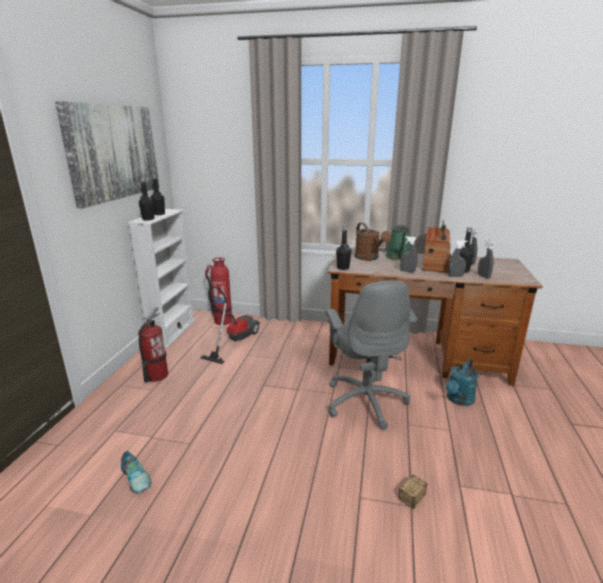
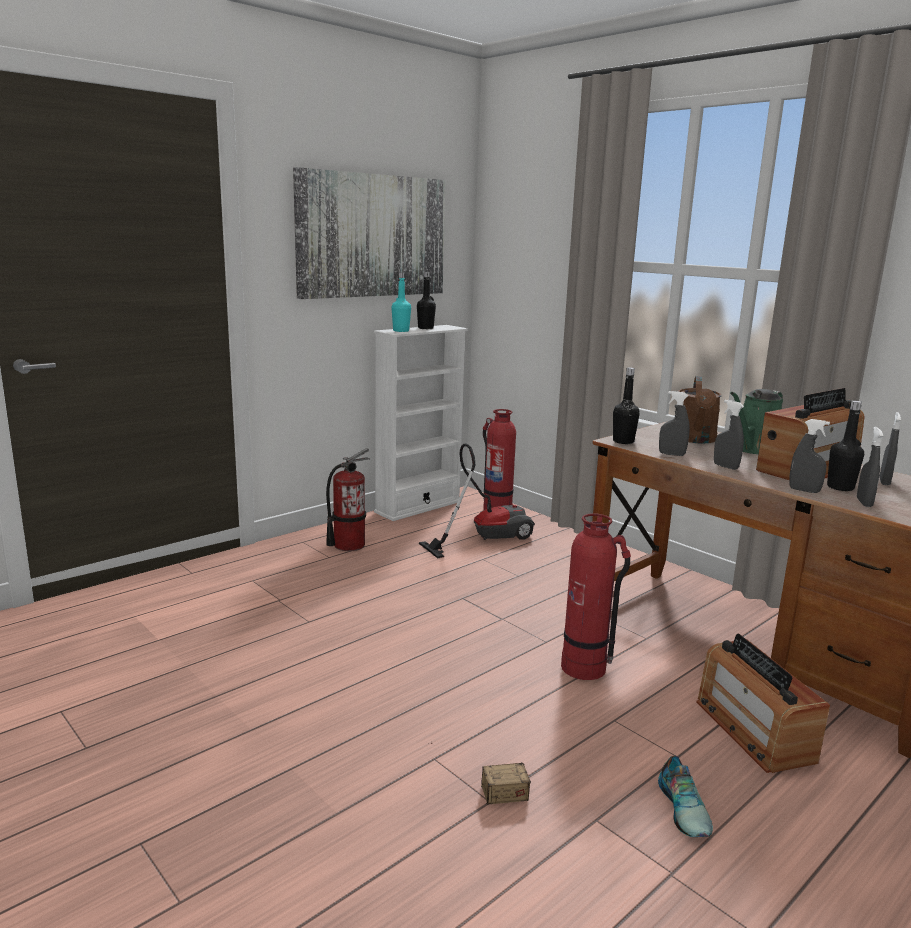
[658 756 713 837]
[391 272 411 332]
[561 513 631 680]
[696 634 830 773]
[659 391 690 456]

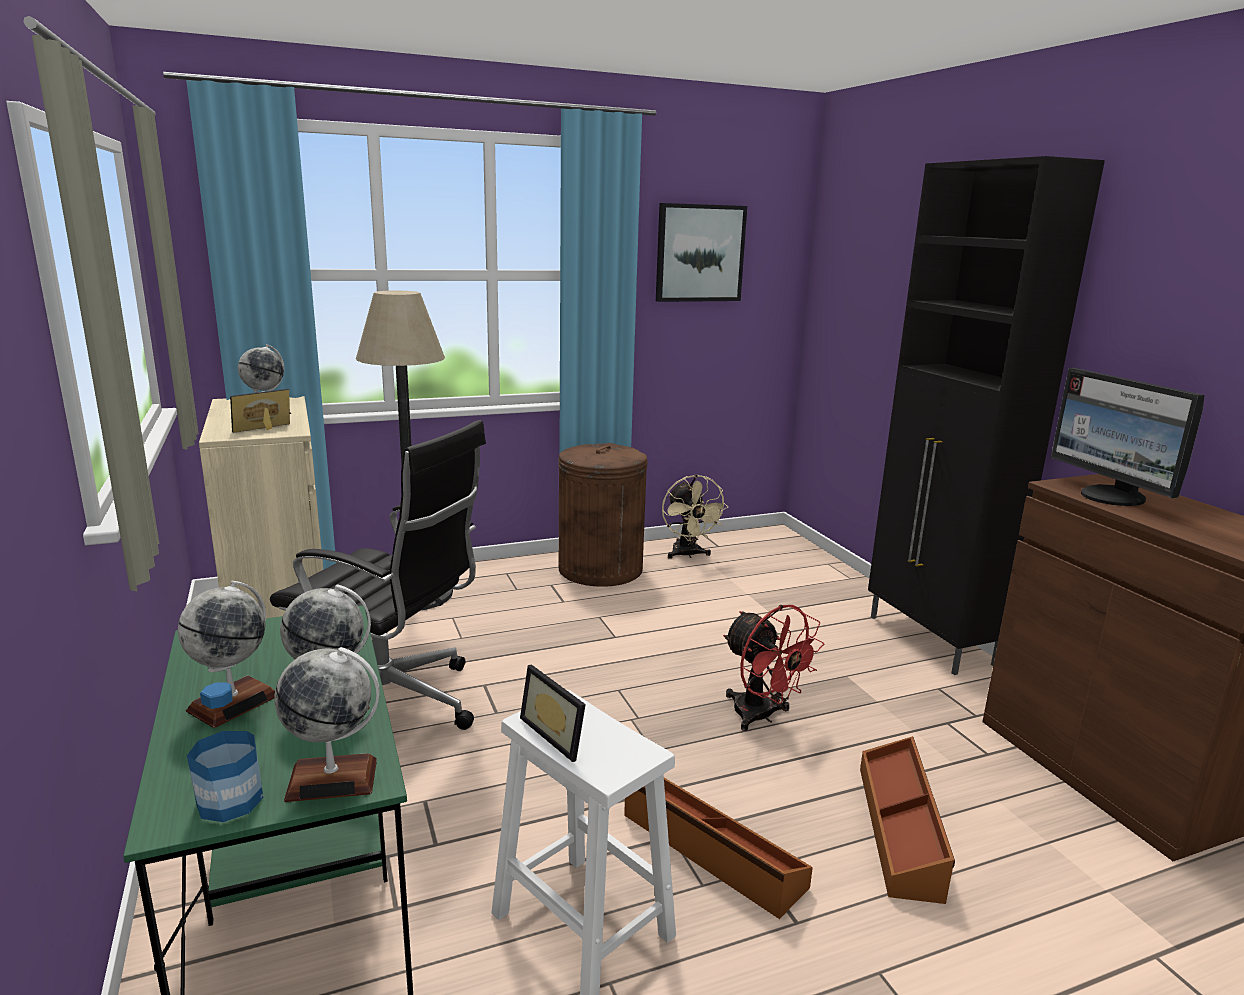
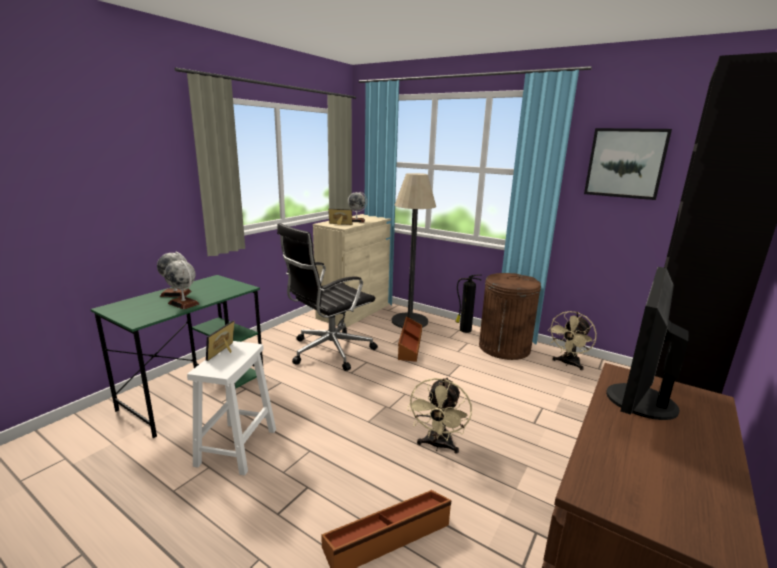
[187 682 263 822] (first image)
[277 223 378 371]
[274 647 380 802] (first image)
[398 316 422 362]
[407 377 472 454]
[455 274 482 333]

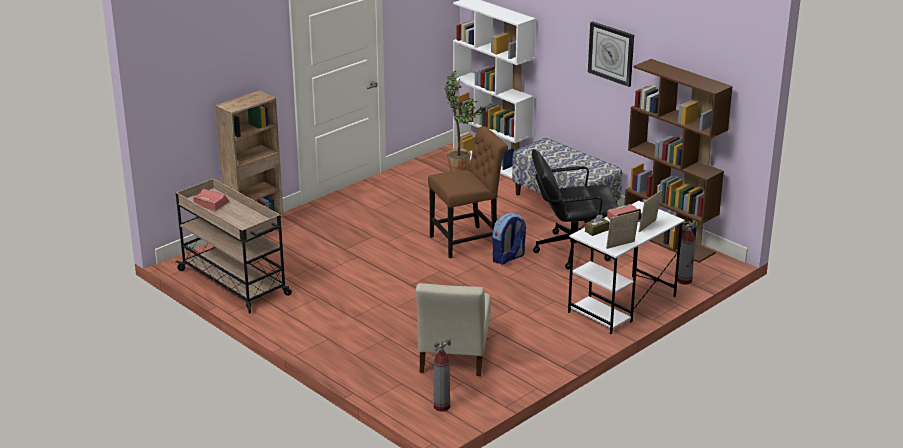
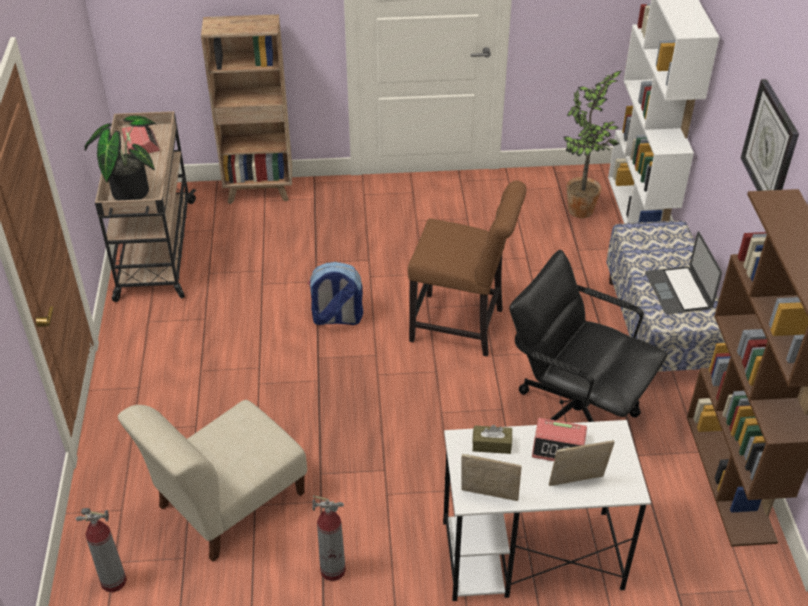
[308 262 363 325]
[312 495 346 581]
[85 116 156 201]
[645 231 722 314]

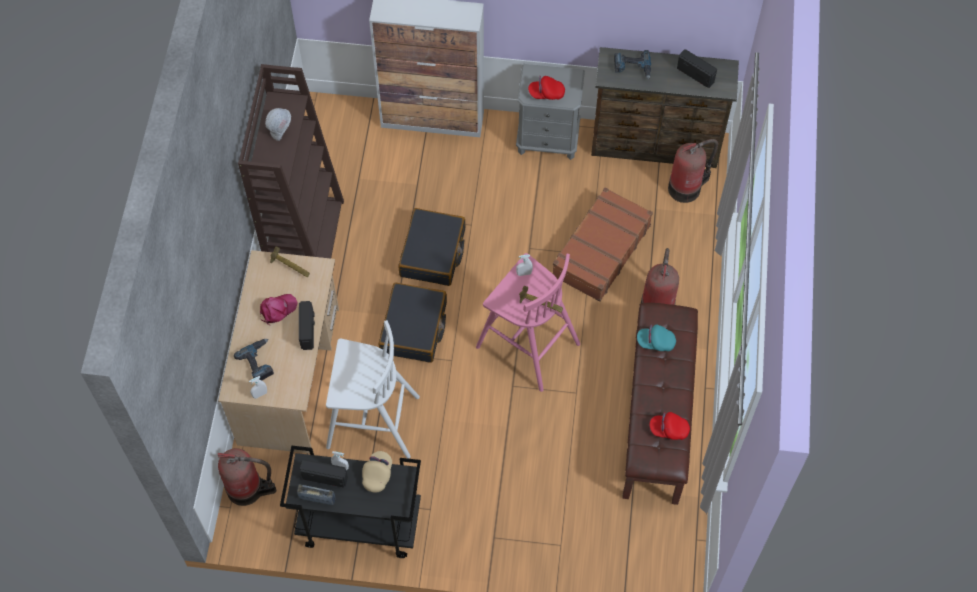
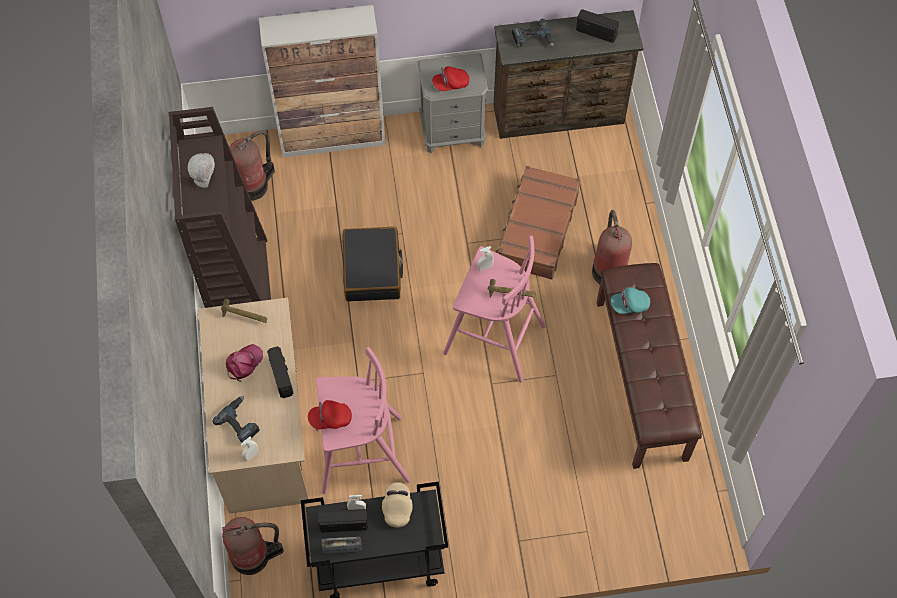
[315 347 411 494]
[379 283 447 363] (first image)
[308 400 352 429]
[229 130 275 201]

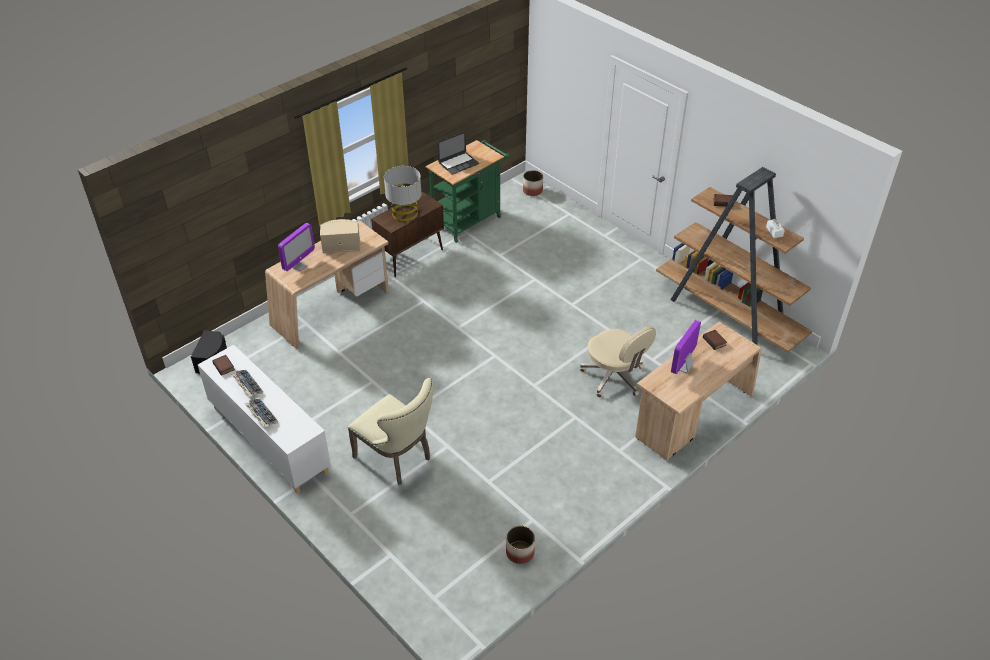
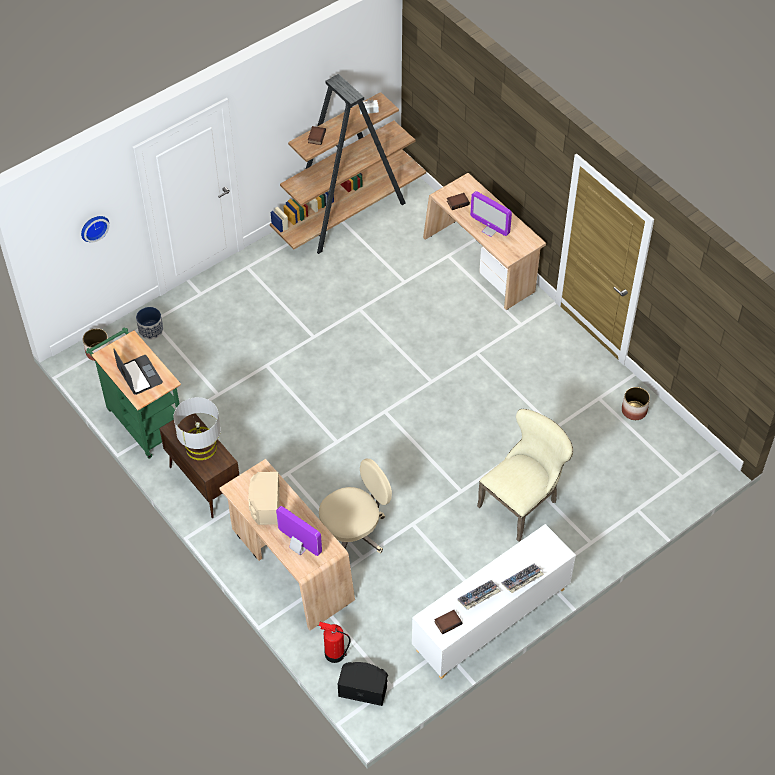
[319 459 392 553]
[81 216 109 243]
[136 307 164 340]
[319 622 350 663]

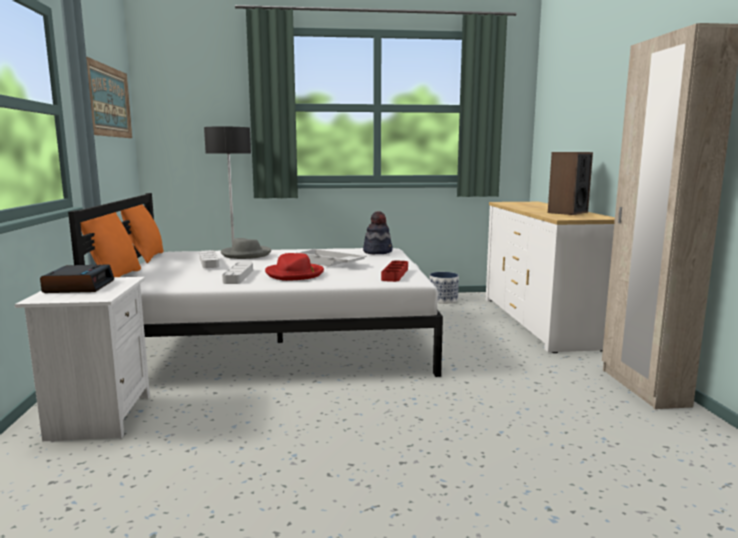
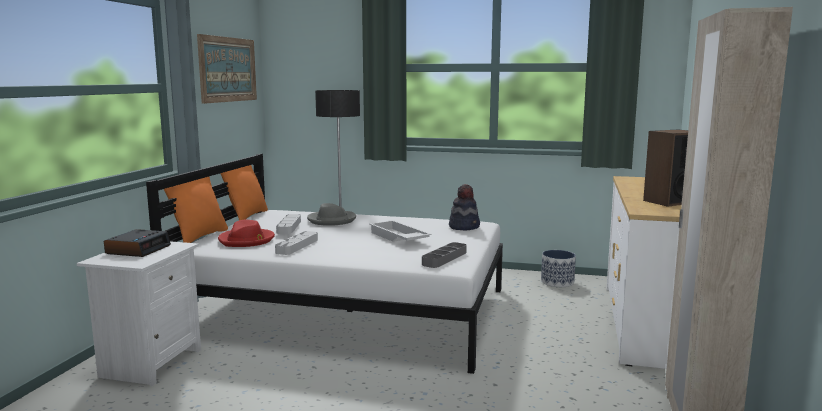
[218 220 275 247]
[422 242 467 268]

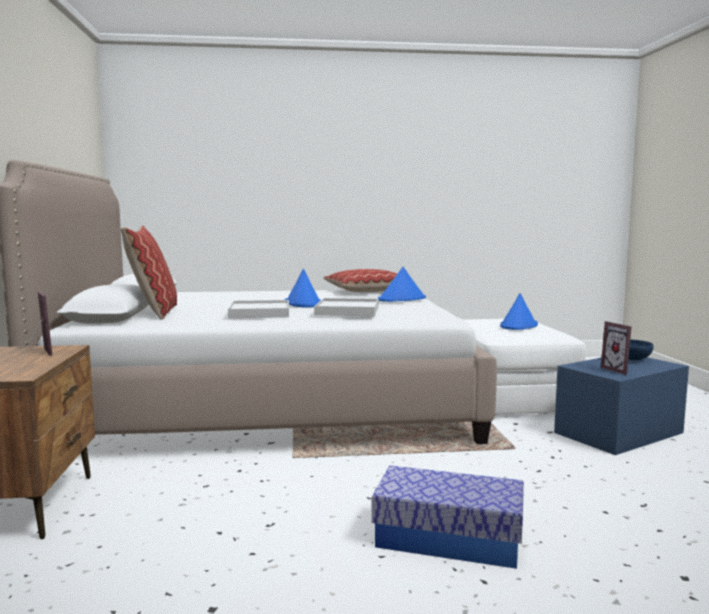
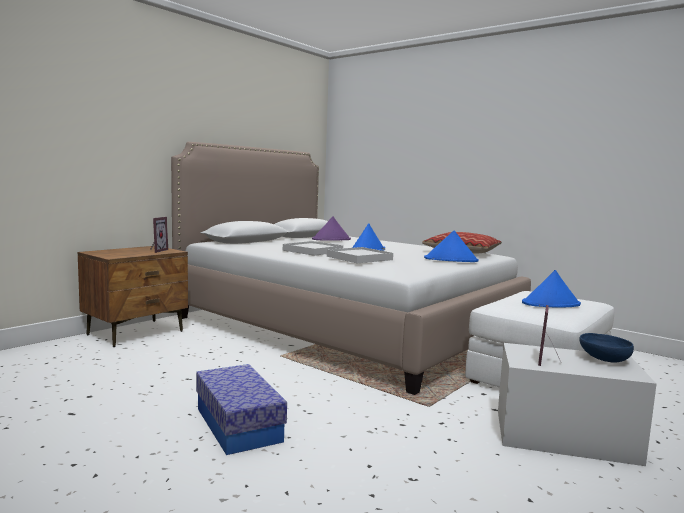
[121 225 177 320] (first image)
[498 343 657 466]
[312 216 351 241]

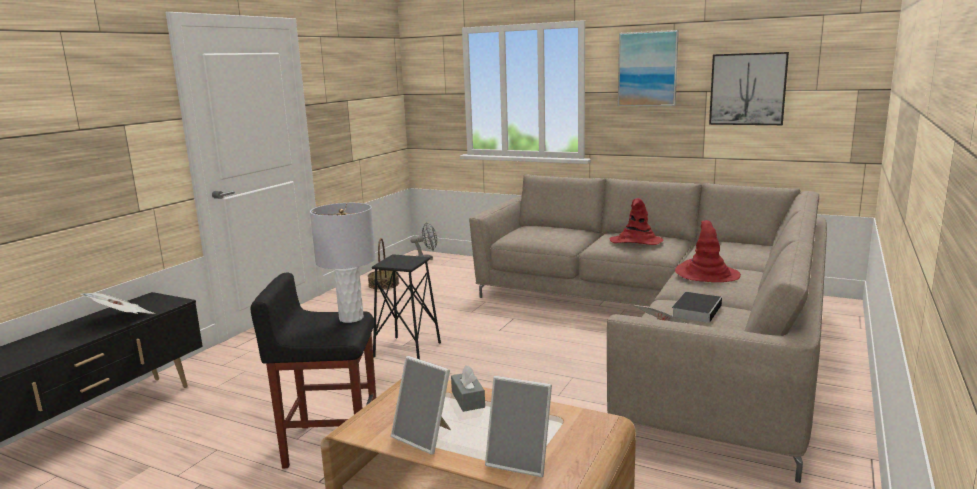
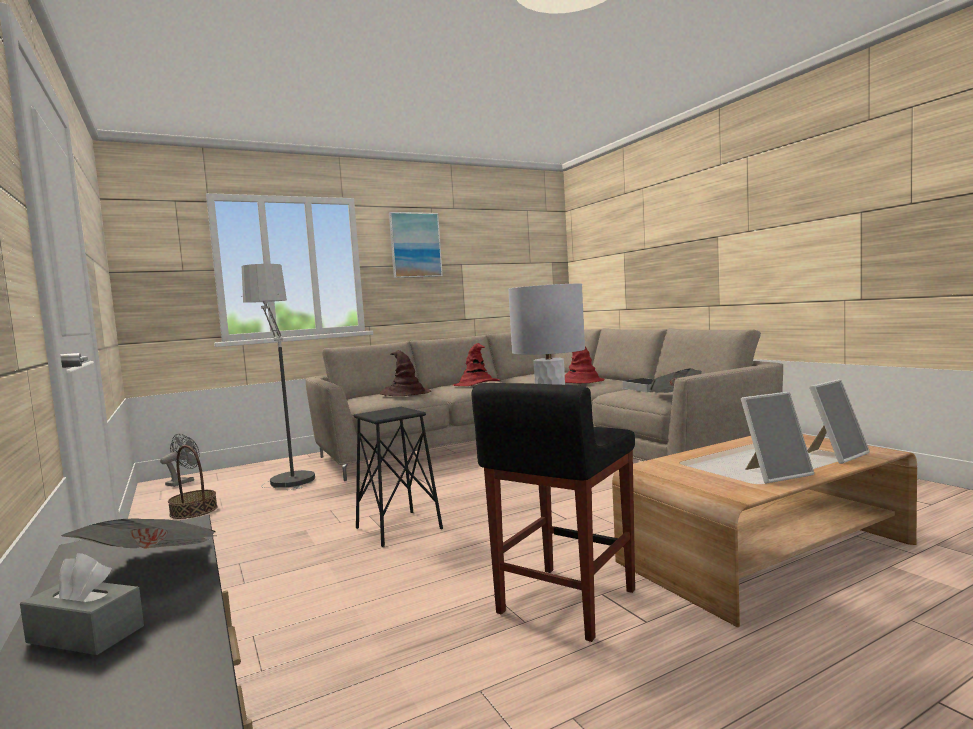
[20 553 144 655]
[709 52 789 125] (first image)
[242 264 315 490]
[380 350 431 396]

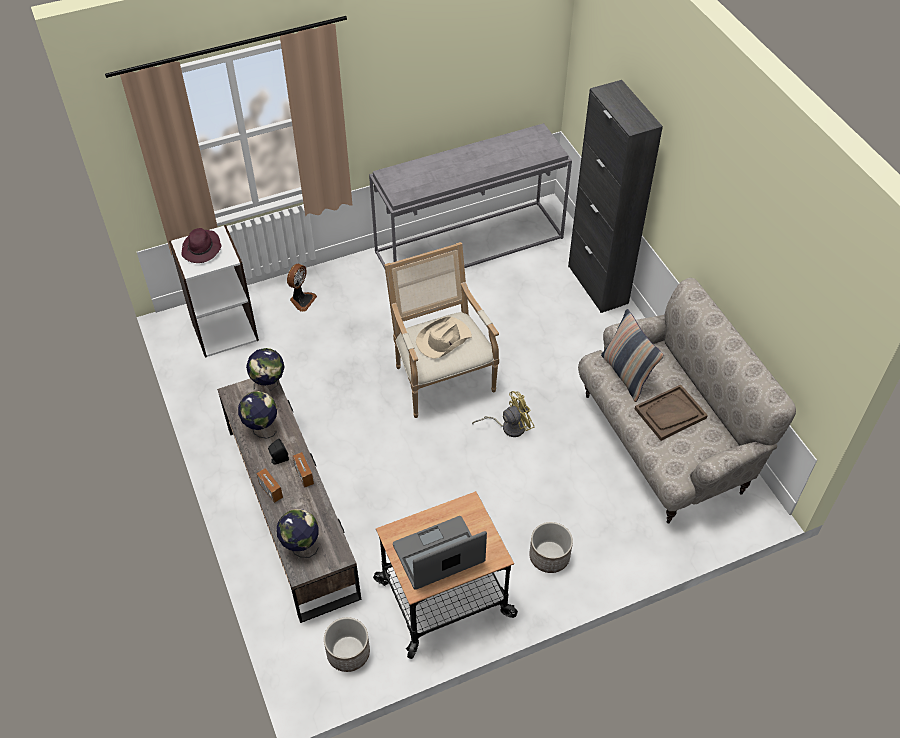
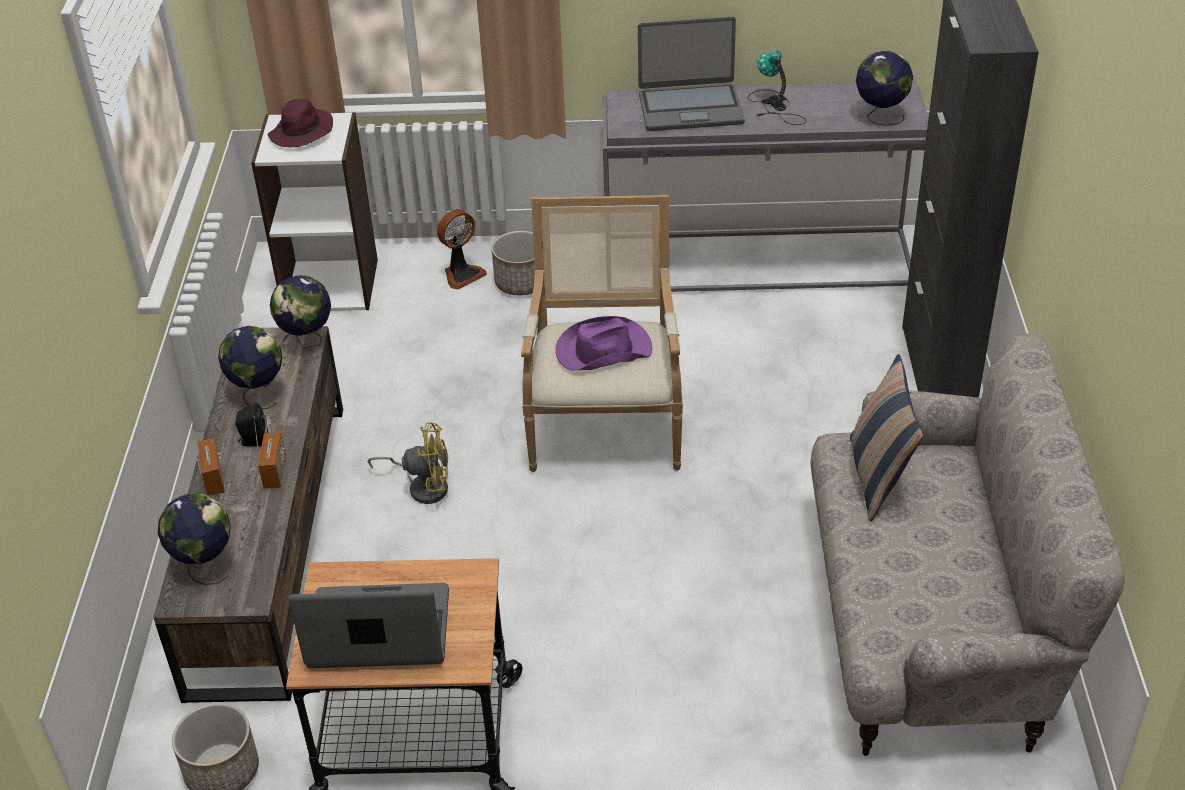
[555 316 652 371]
[367 422 448 504]
[492 231 535 295]
[635 384 708 441] (first image)
[638 17 745 131]
[748 50 806 125]
[856 51 913 126]

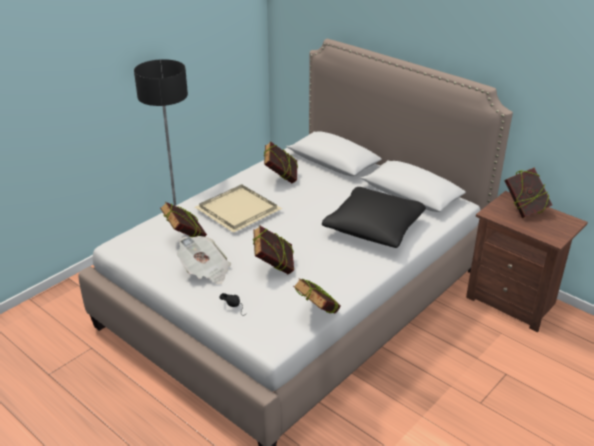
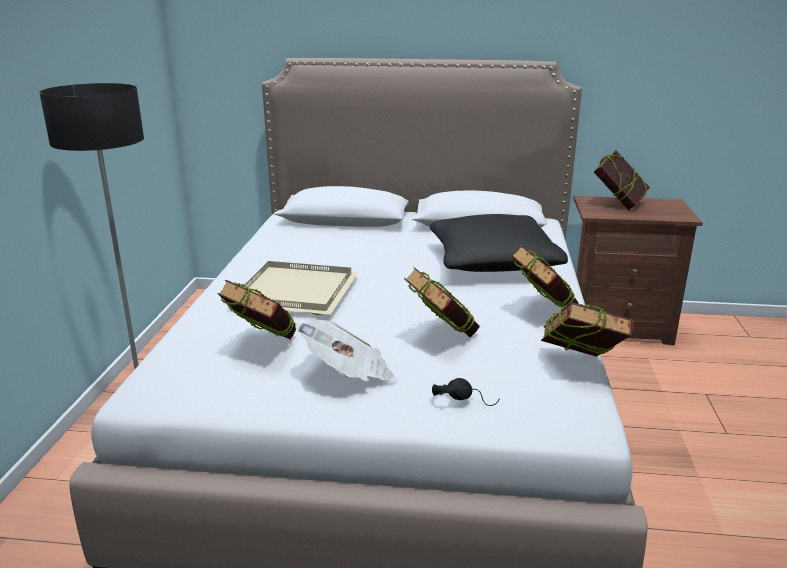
[511 245 579 308]

